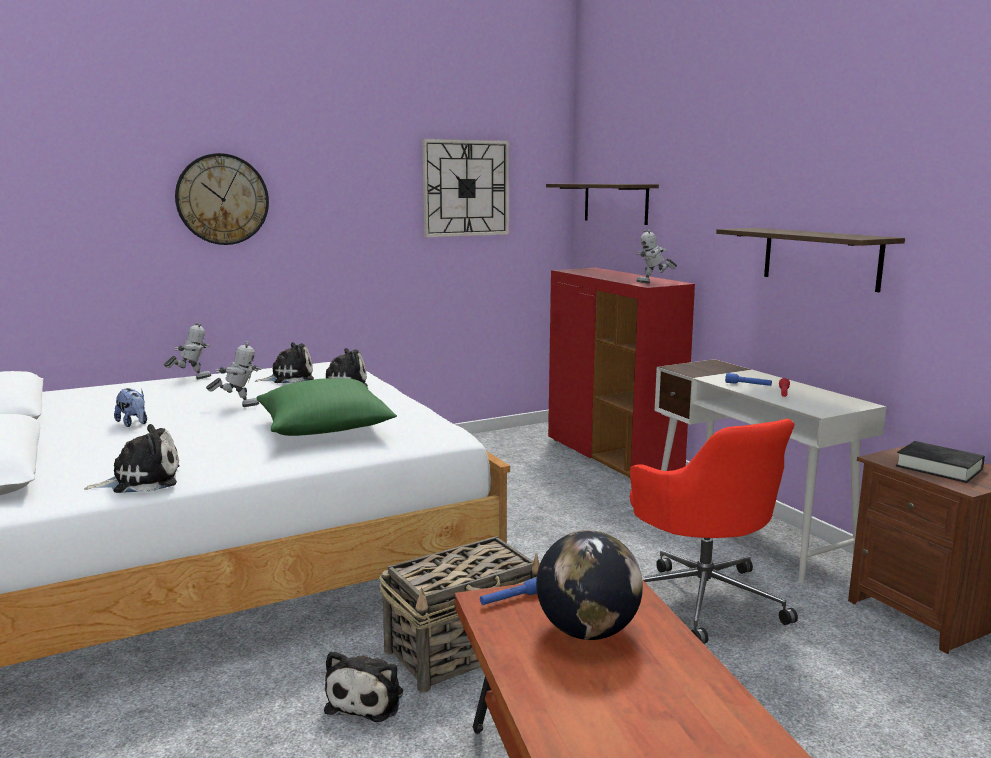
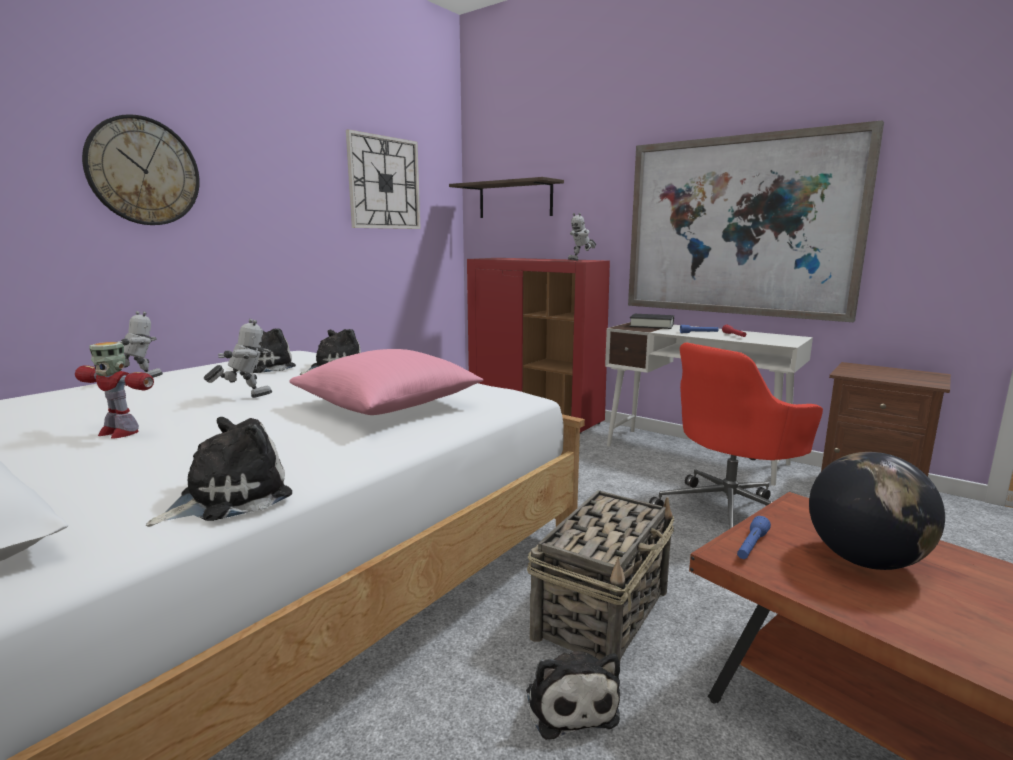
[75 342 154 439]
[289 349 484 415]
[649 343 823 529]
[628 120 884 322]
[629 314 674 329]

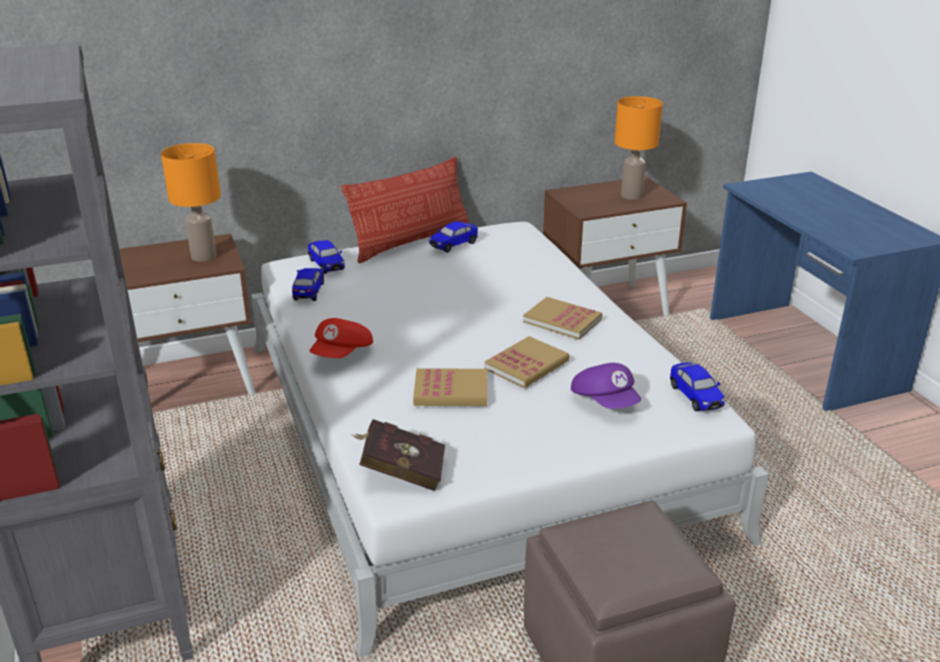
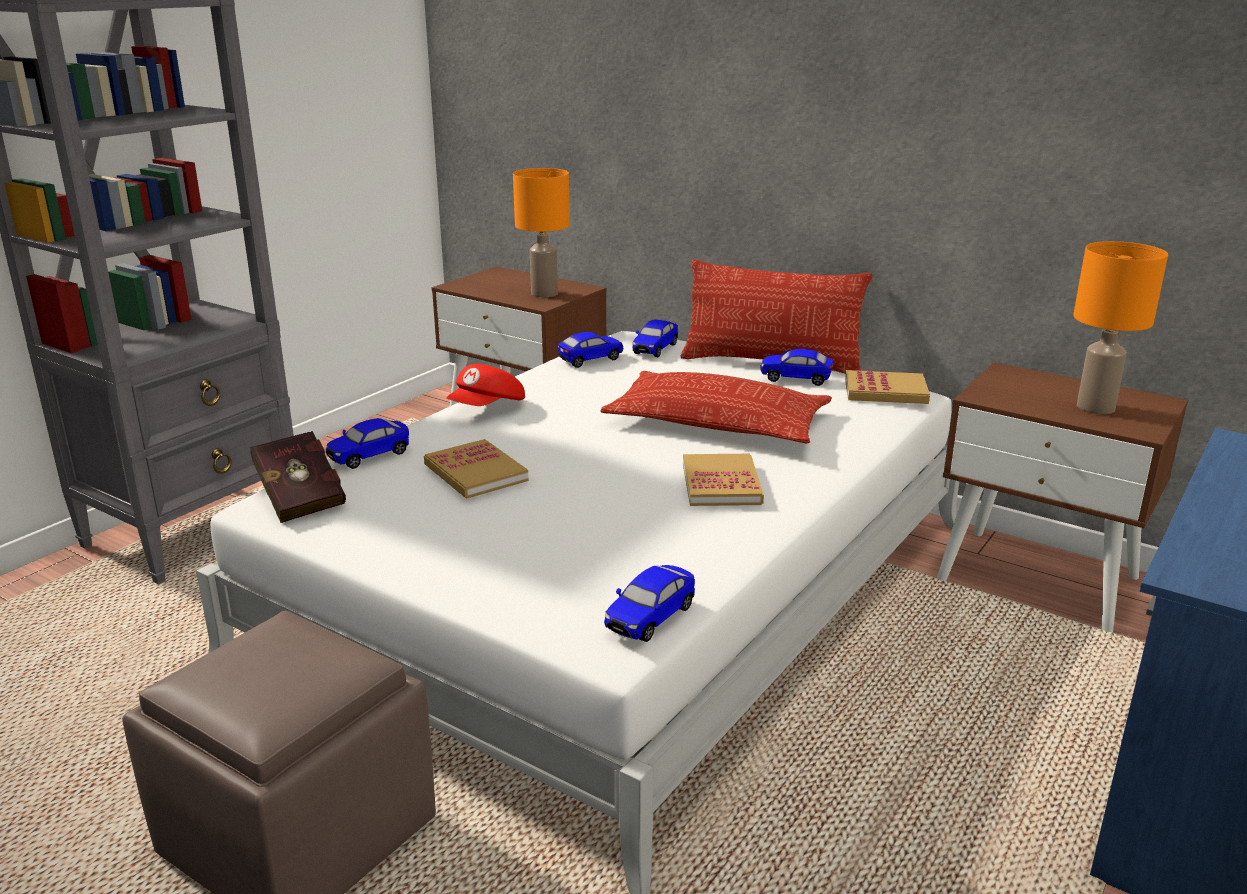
[446 364 525 406]
[845 370 930 404]
[571 363 641 409] (first image)
[326 418 409 469]
[600 371 832 443]

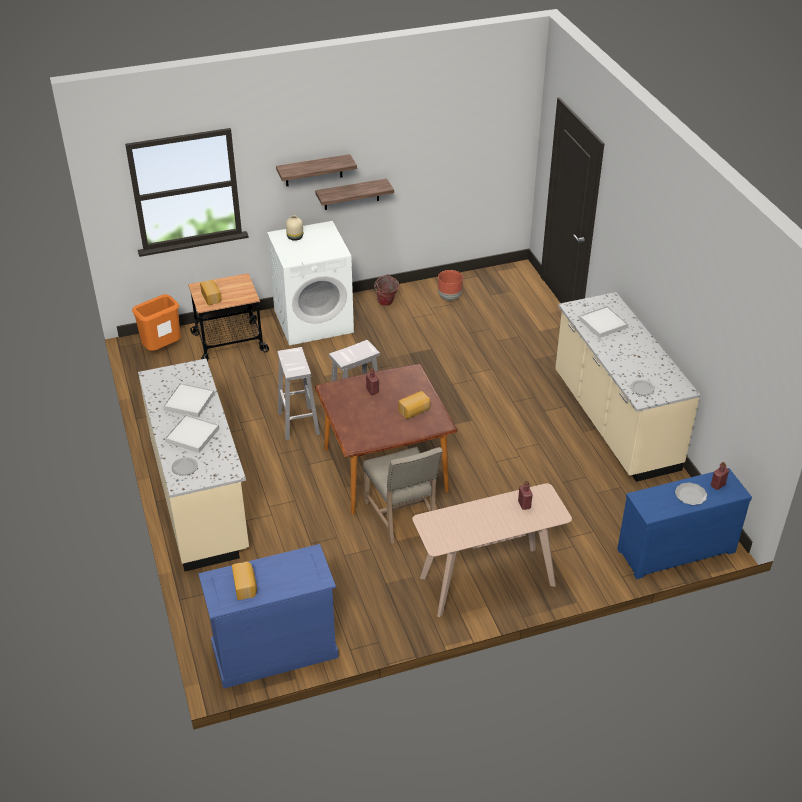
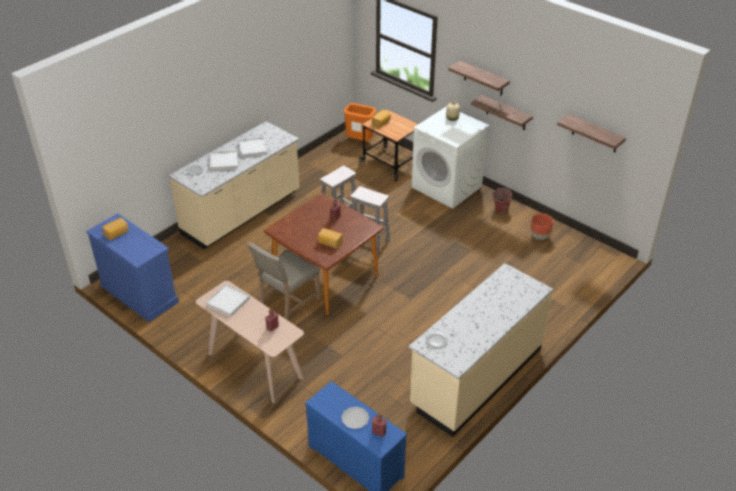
[206 284 250 317]
[557 114 626 152]

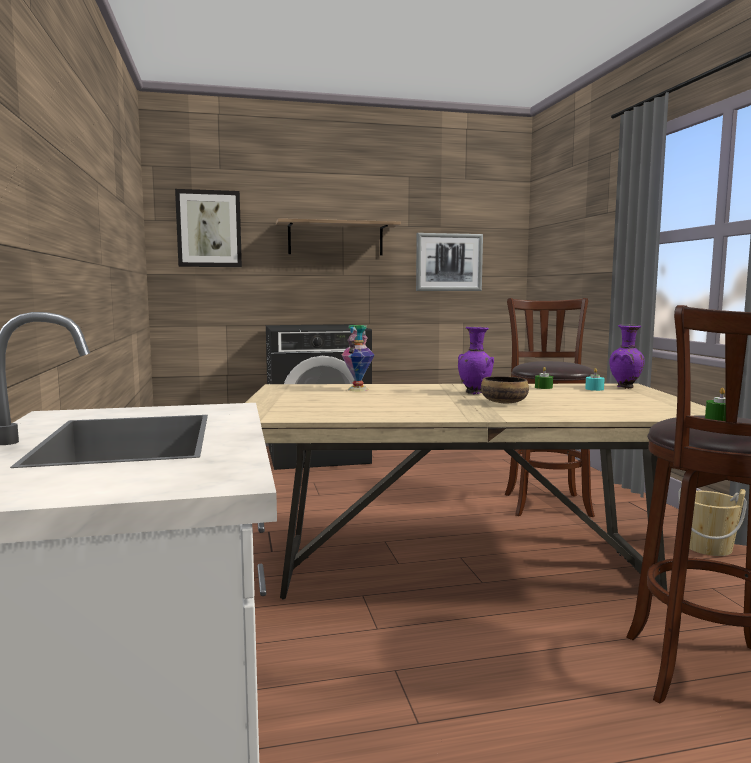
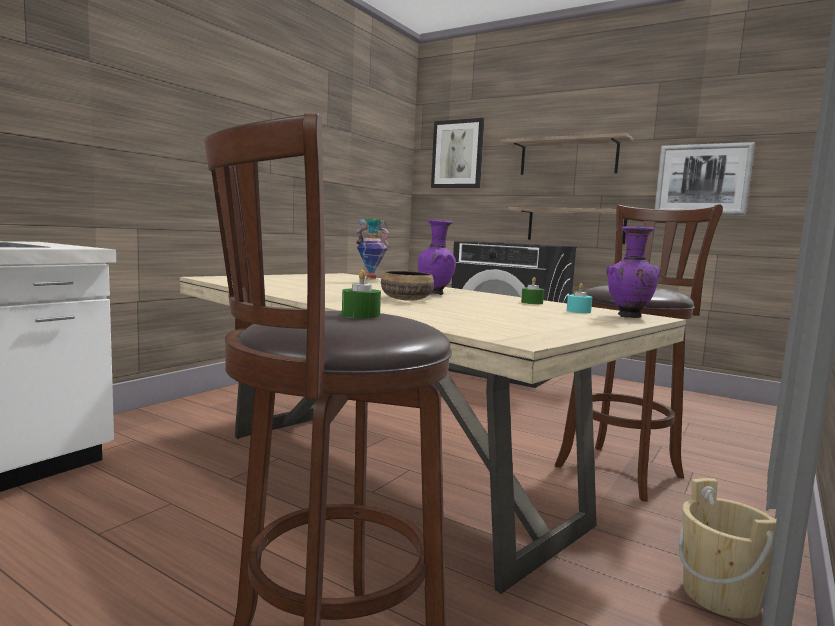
[508 207 627 244]

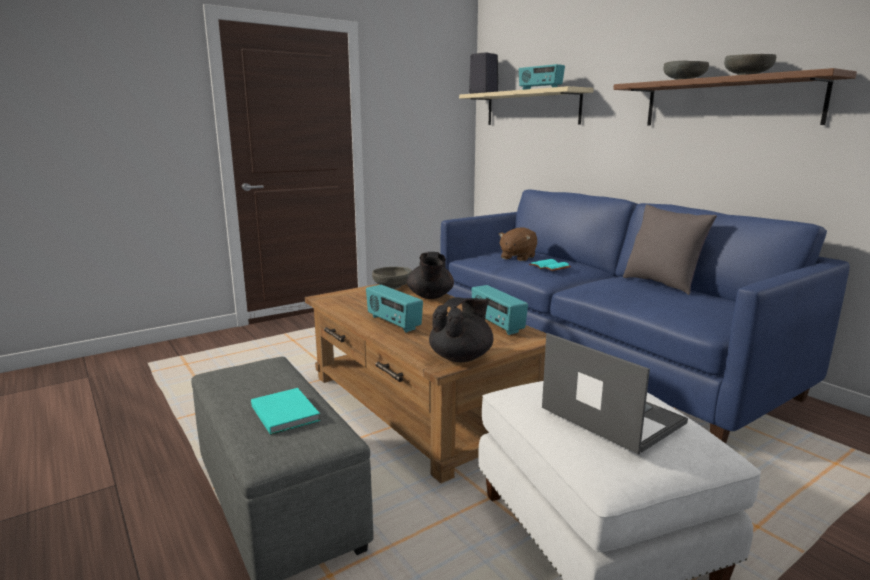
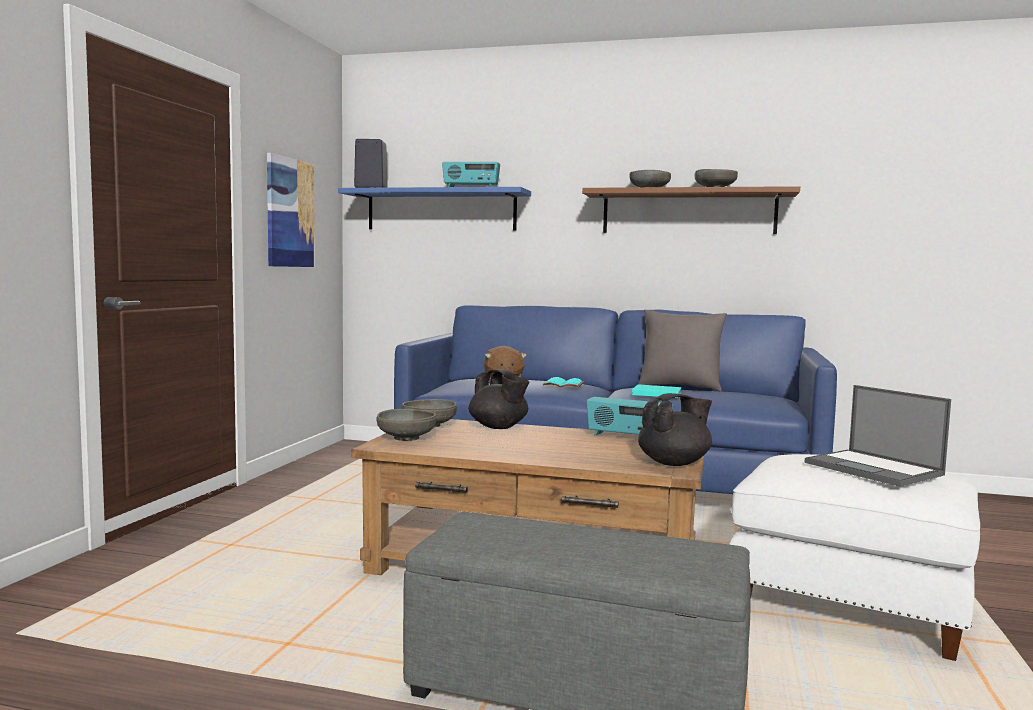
[632 384 682 398]
[366 285 423 333] (first image)
[638 393 712 466]
[338 187 531 231]
[805 385 951 487]
[267 153 315 267]
[377 409 437 441]

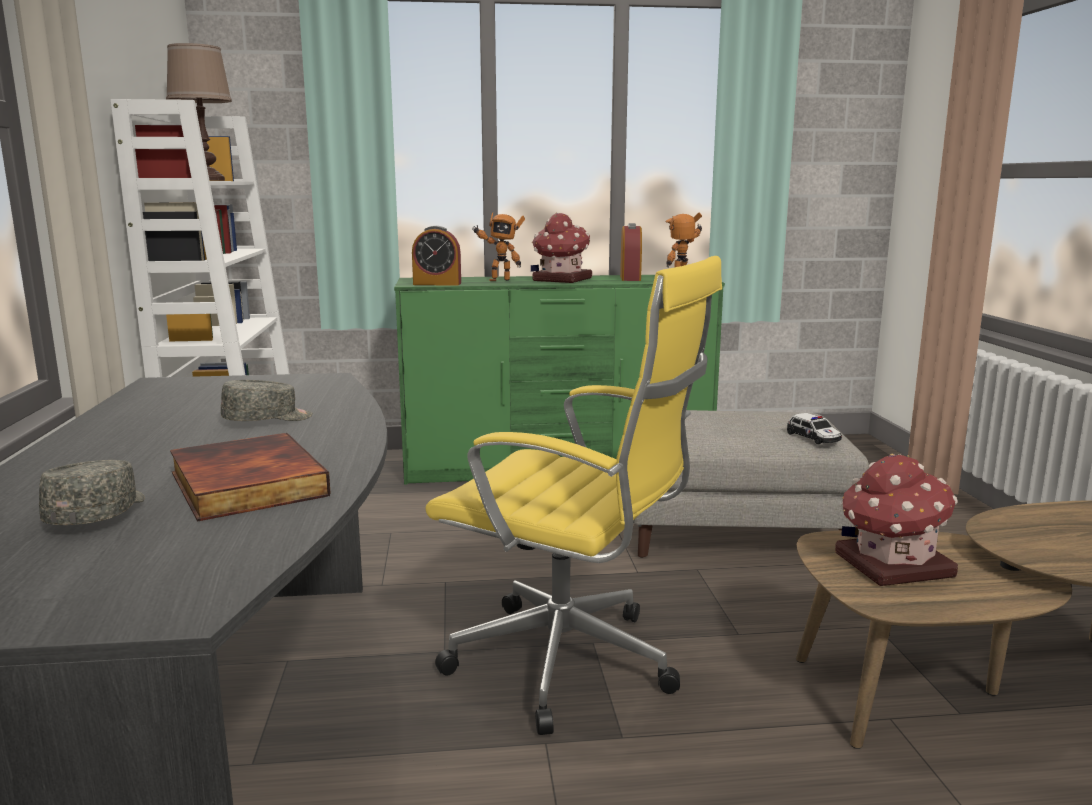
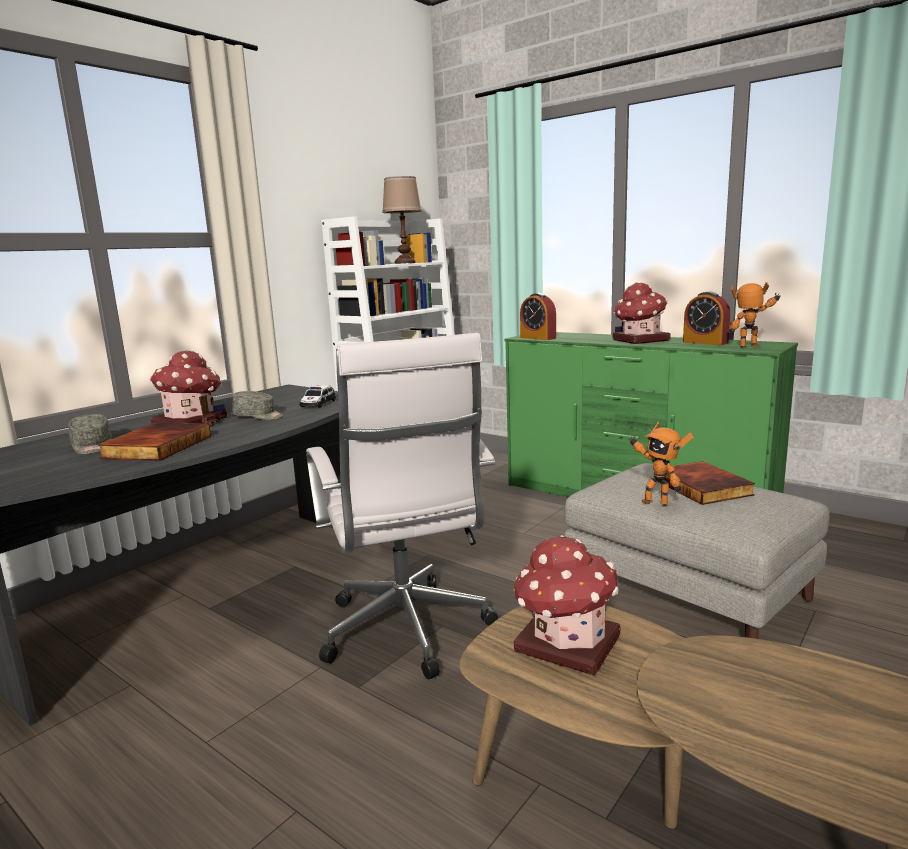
[68 414 112 454]
[306 333 498 679]
[628 422 693 506]
[683 292 730 345]
[299 385 336 408]
[150 350 227 426]
[659 461 755 505]

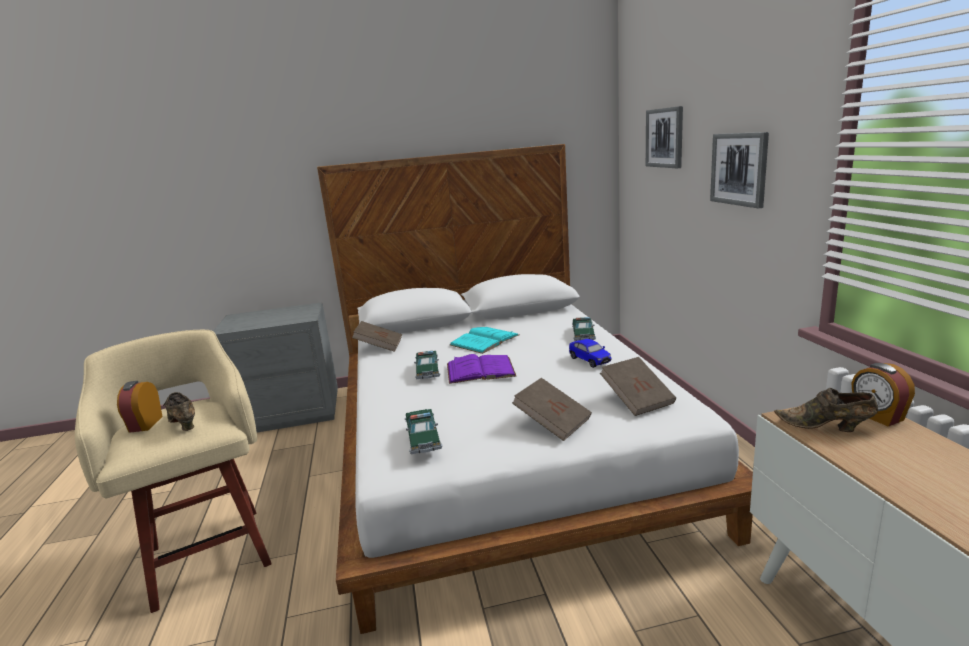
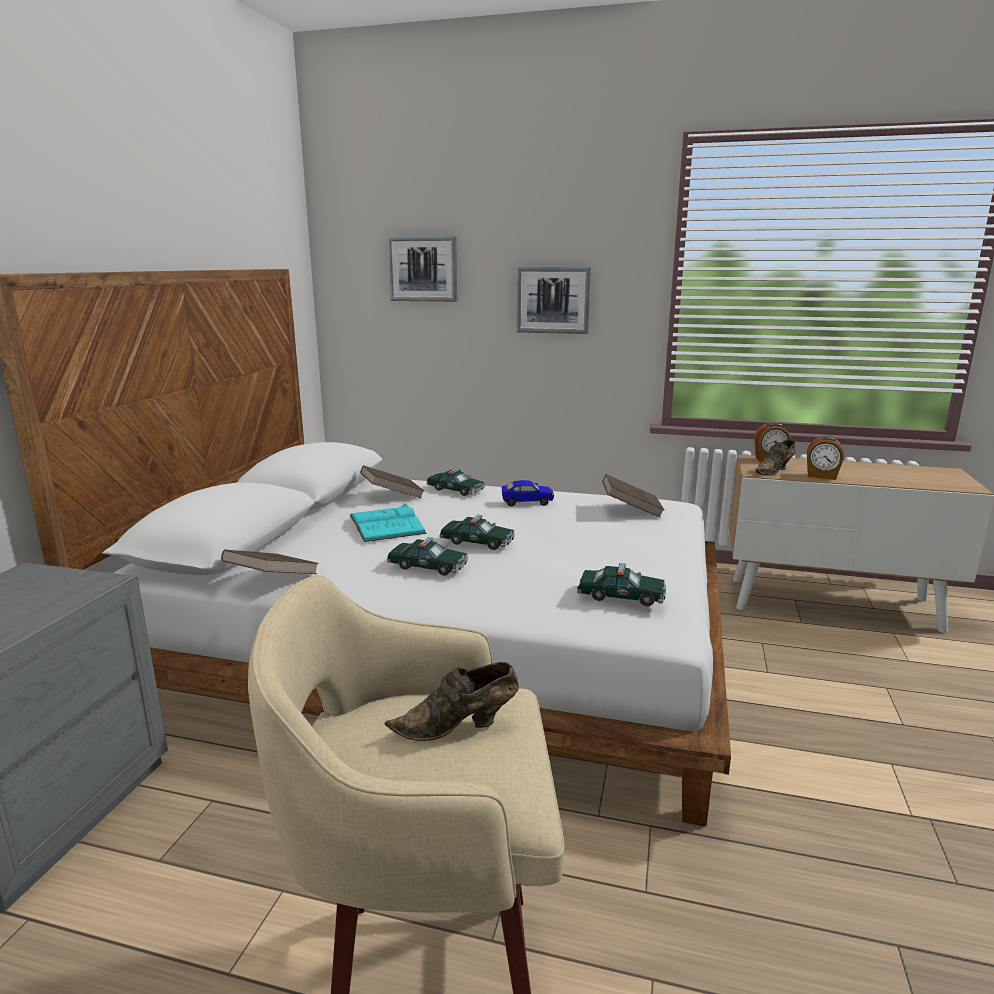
[807 436 844 480]
[439 515 515 550]
[360 465 425 498]

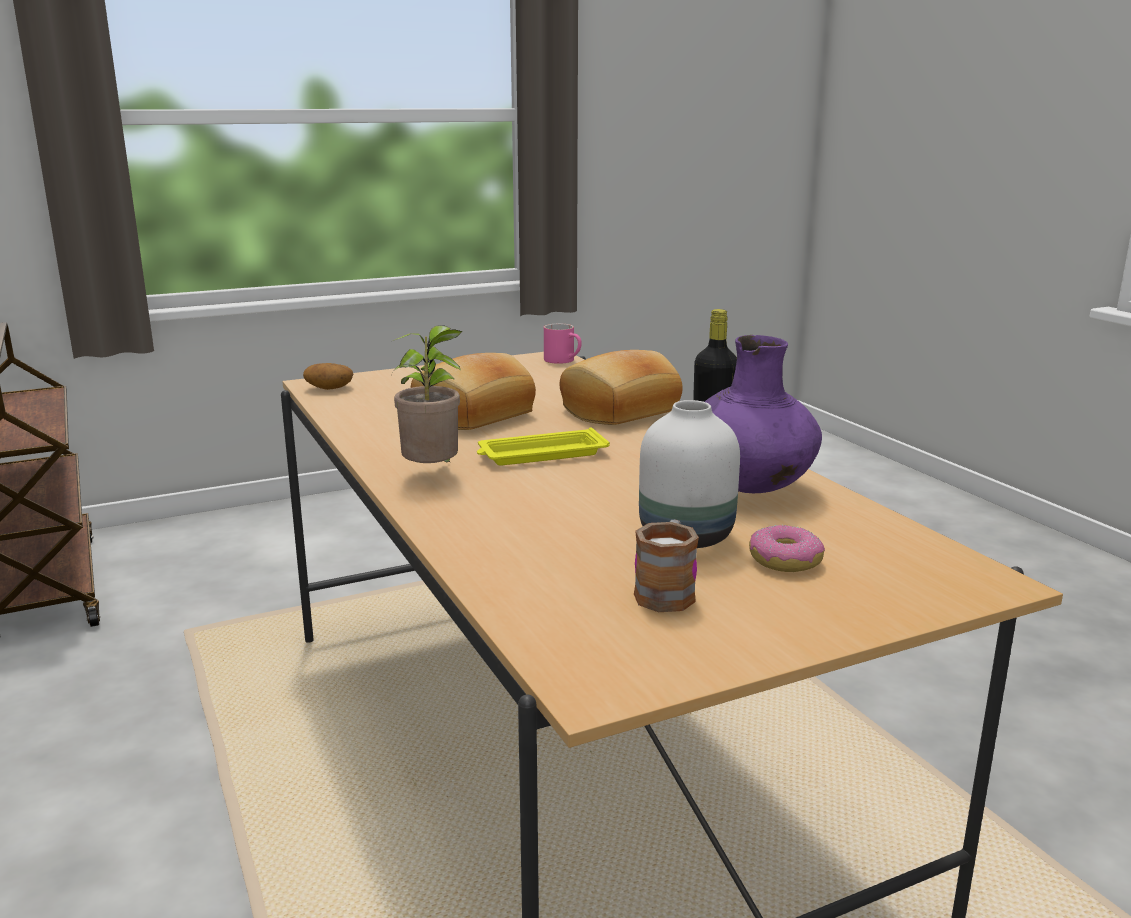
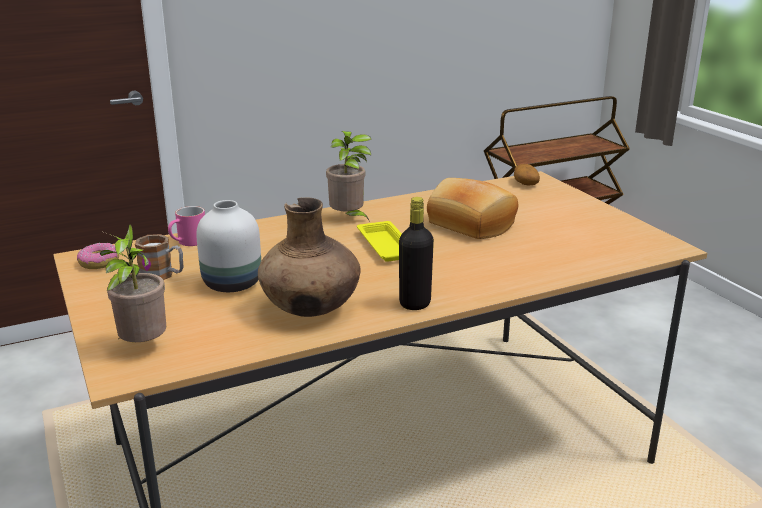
[168 206 205 246]
[559 350 683 425] (first image)
[258 197 361 317]
[77 243 119 269]
[100 224 166 342]

